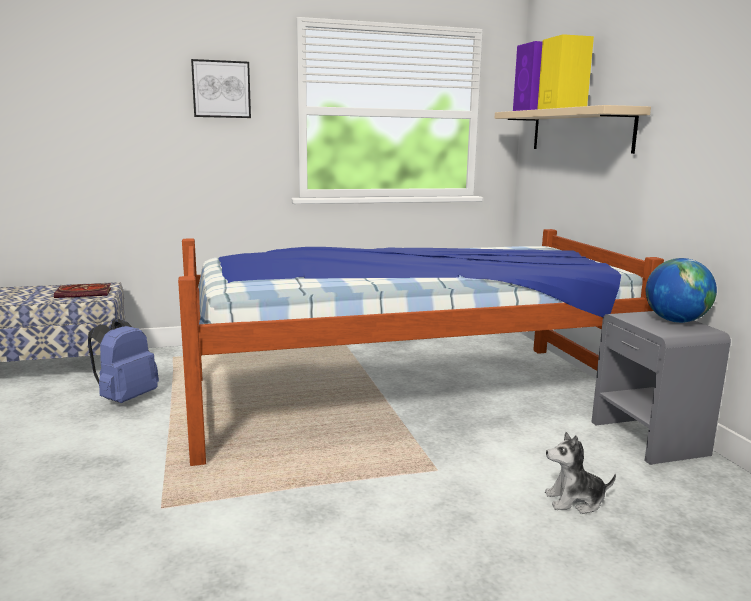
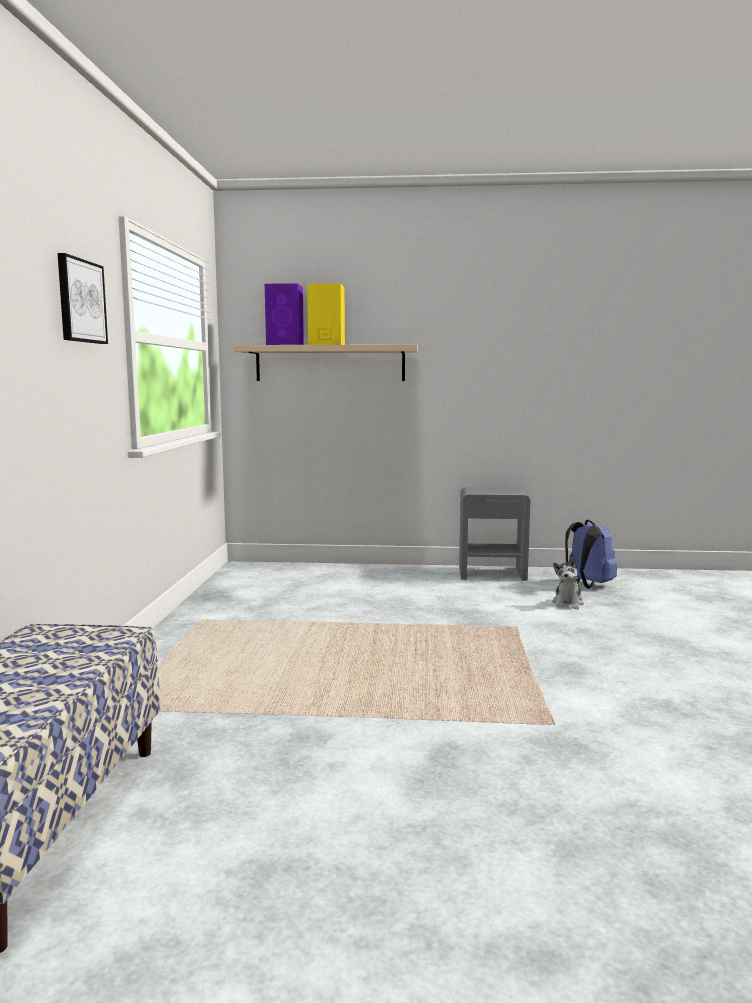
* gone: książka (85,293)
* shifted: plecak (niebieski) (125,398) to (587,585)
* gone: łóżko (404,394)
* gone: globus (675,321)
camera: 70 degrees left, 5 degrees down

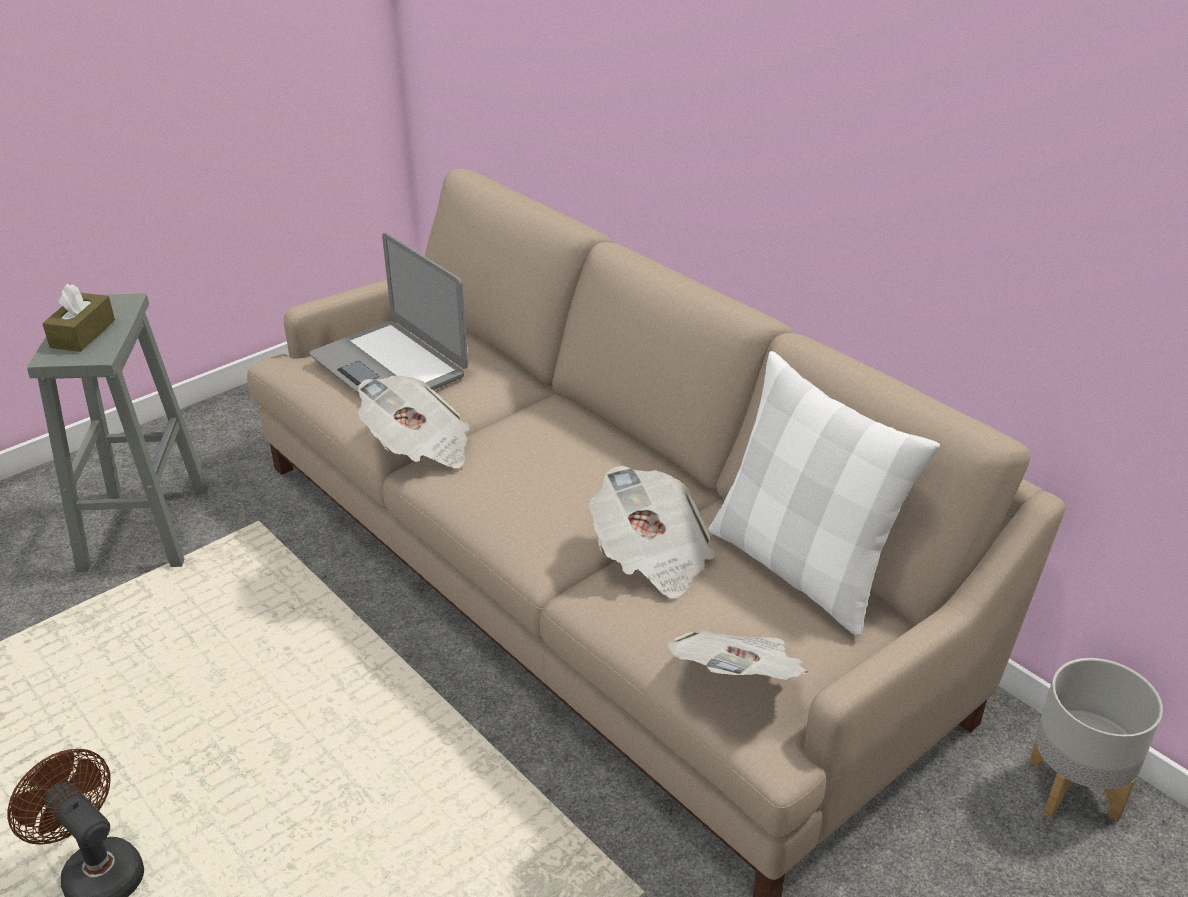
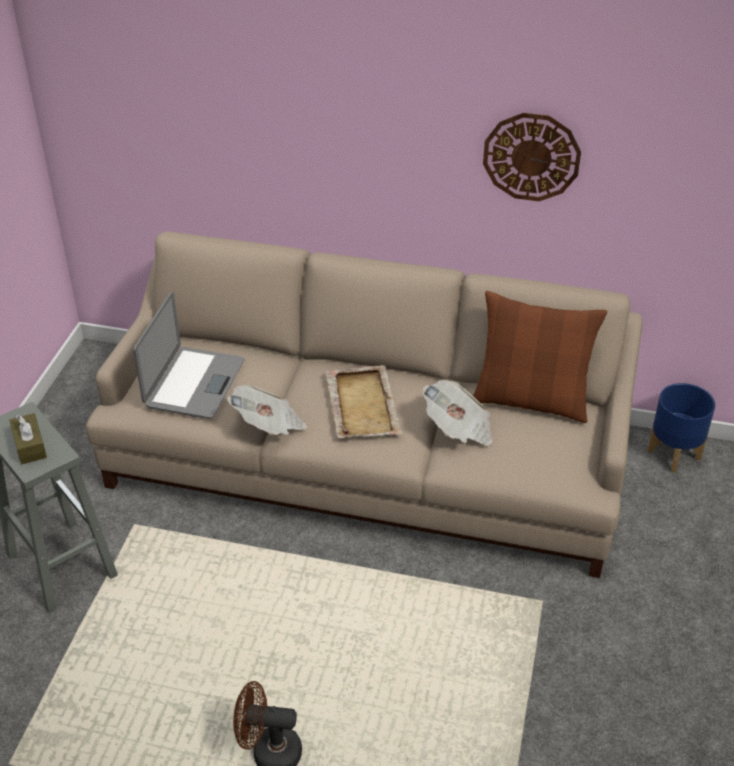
* rotated: laptop (390,366) = (193,383) 90 degrees counterclockwise
* gone: gazeta (738,679)
* repainted: poduszka (biały) (801,568) to poduszka (brązowy) (531,401)
* repainted: donica (szary) (1074,788) to donica (niebieski) (674,454)
* new: taca (beżowy) (362,404)
* new: zegar ścienny (531,157)
camera: 35 degrees left, 5 degrees up

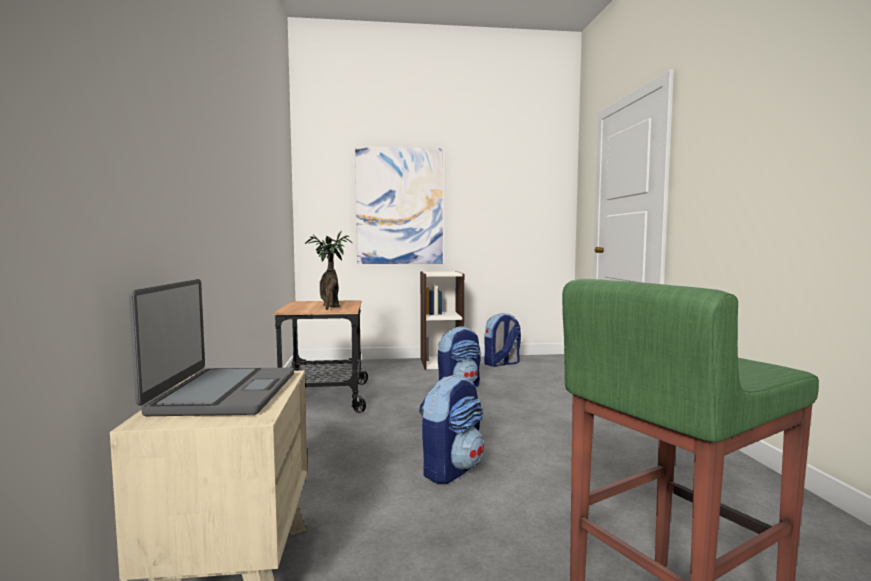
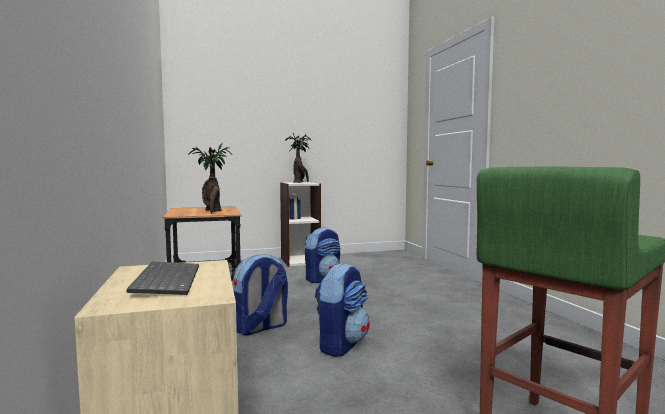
* swapped: laptop (224,393) to klawiatura (165,280)
* gone: obraz (399,206)
* shifted: plecak (501,364) to (260,328)
* new: roślina doniczkowa (300,182)
camera: 10 degrees left, 0 degrees up

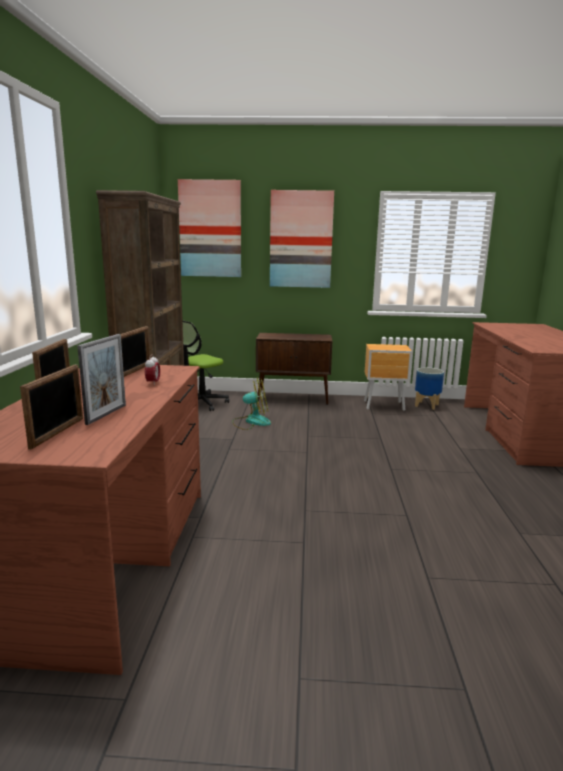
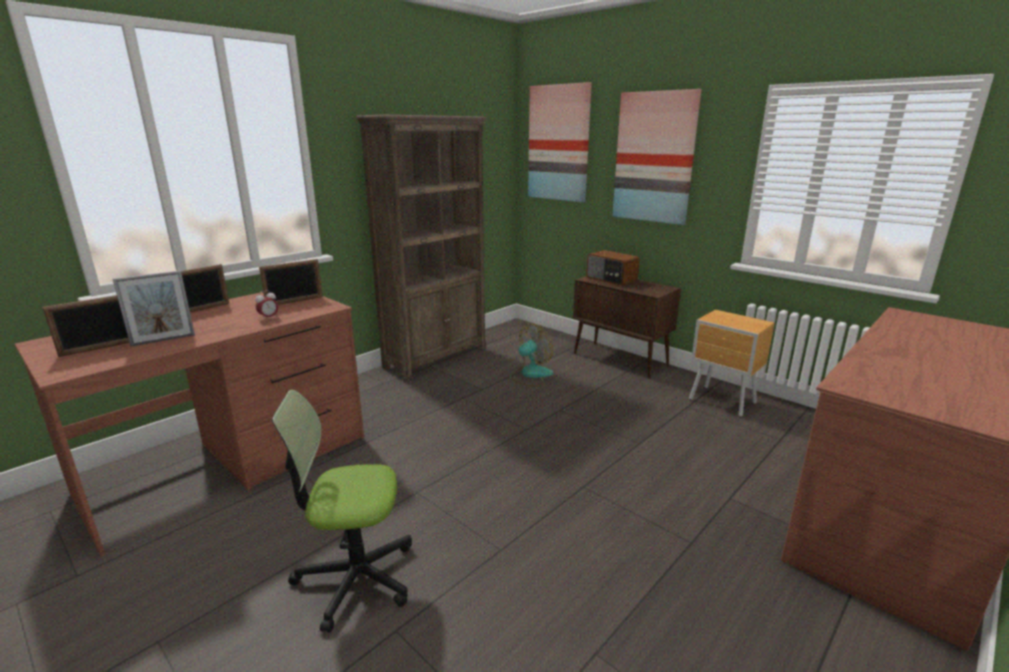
* shifted: krzesło biurowe (201,403) to (355,577)
* rotated: wentylator (251,421) = (530,375) 75 degrees counterclockwise
* gone: donica (426,405)
* new: radio (611,279)
camera: 40 degrees right, 5 degrees up

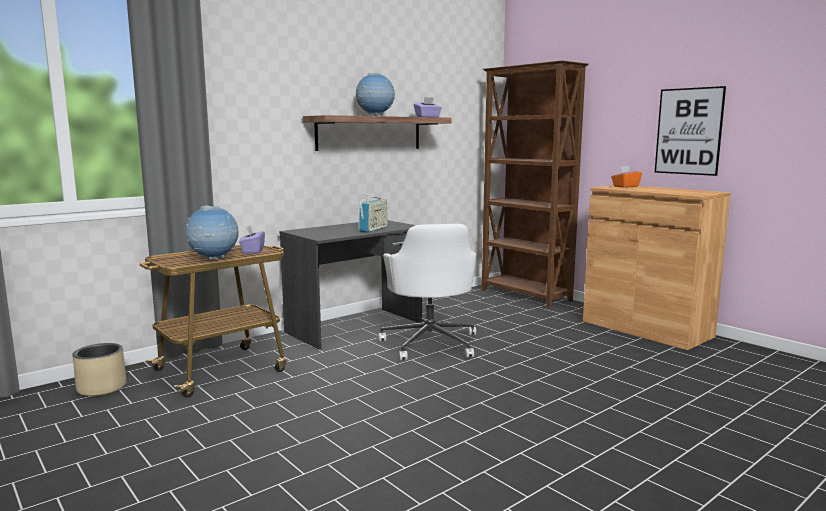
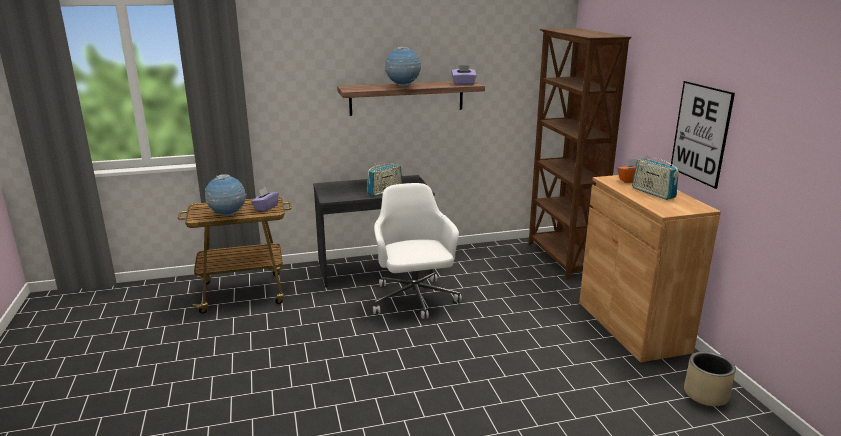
* shifted: donica (beżowy) (101,388) to (705,394)
* rotated: krzesło biurowe (biały) (430,343) = (414,300) 150 degrees clockwise
* new: radio (653,193)
camera: 25 degrees right, 10 degrees up

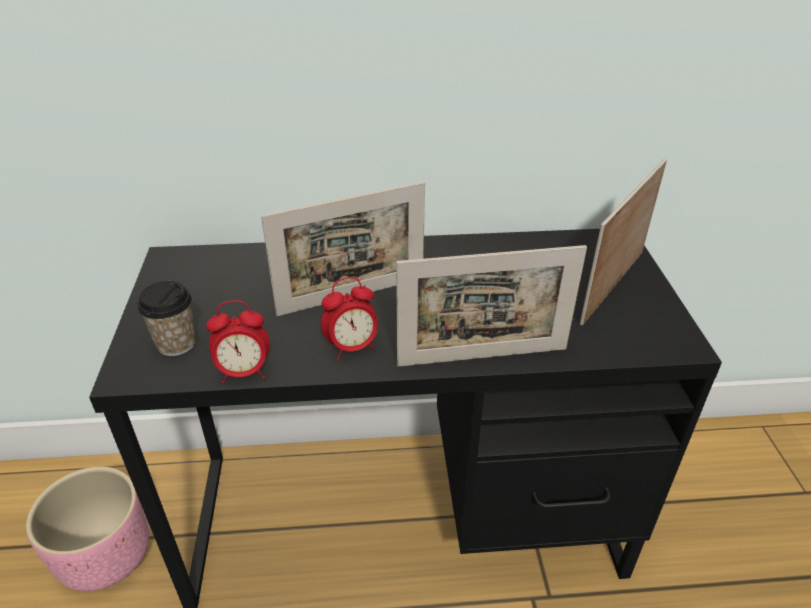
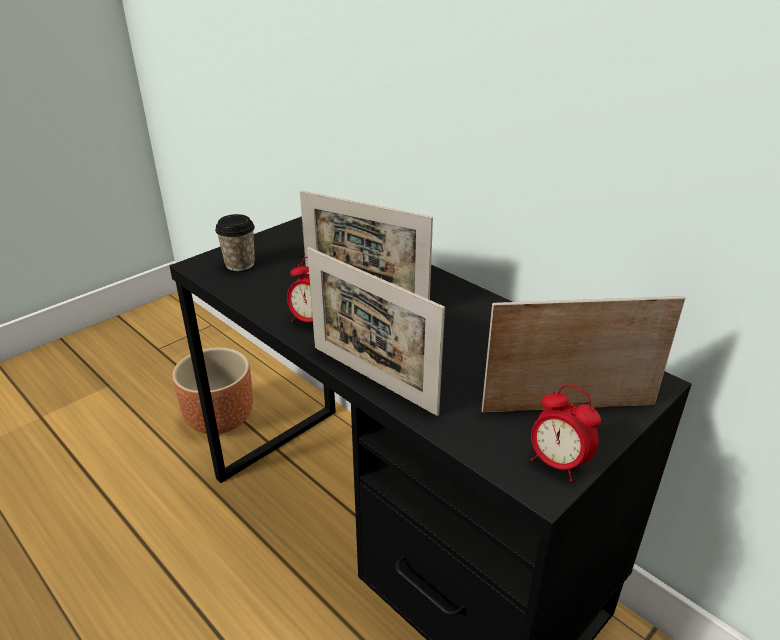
* repainted: donica (różowy) (107,556) to donica (brązowy) (221,418)
* shifted: budzik (244,372) to (557,463)
camera: 50 degrees right, 5 degrees down

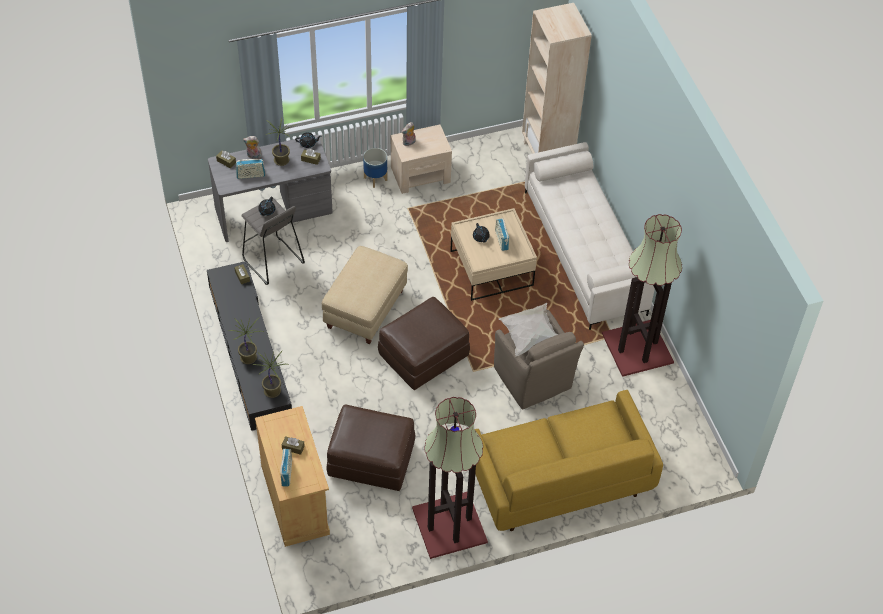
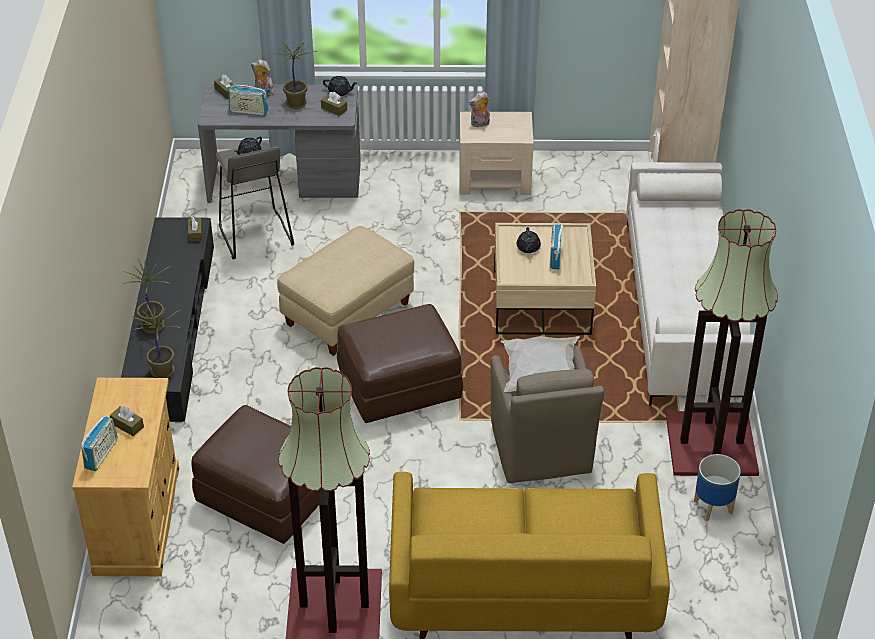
* shifted: donica (375,178) to (713,506)
camera: 20 degrees right, 10 degrees down

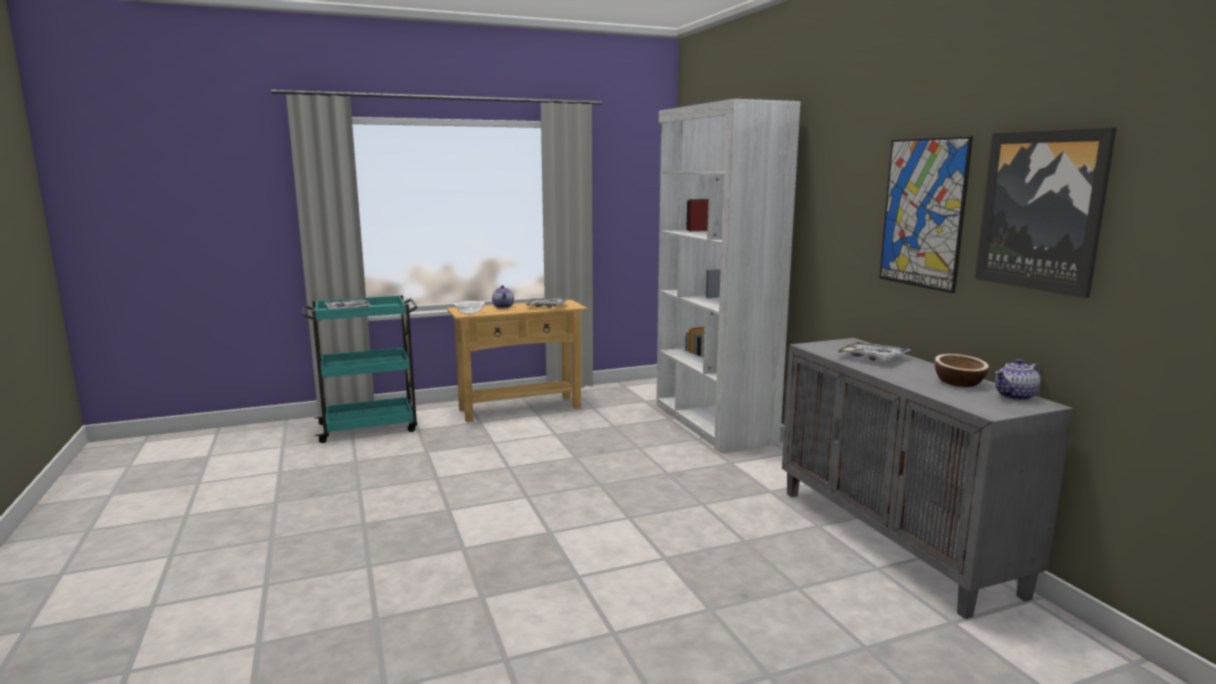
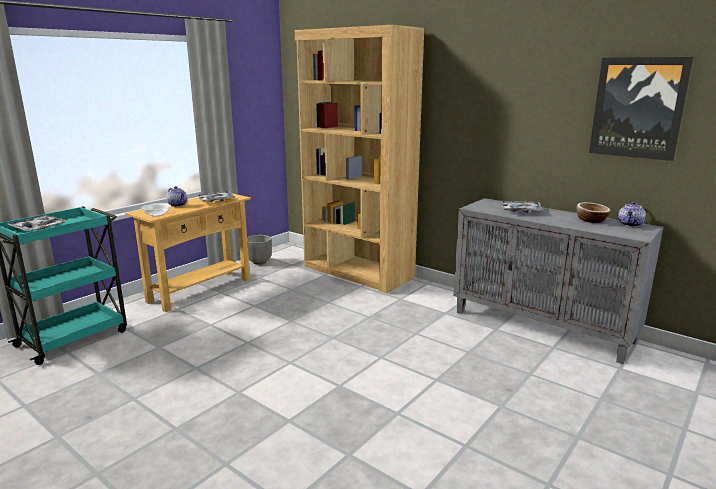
* repainted: regał (biały) (712,423) to regał (brązowy) (357,272)
* gone: obraz (923,213)
* new: donica (260,262)
camera: 30 degrees left, 5 degrees up

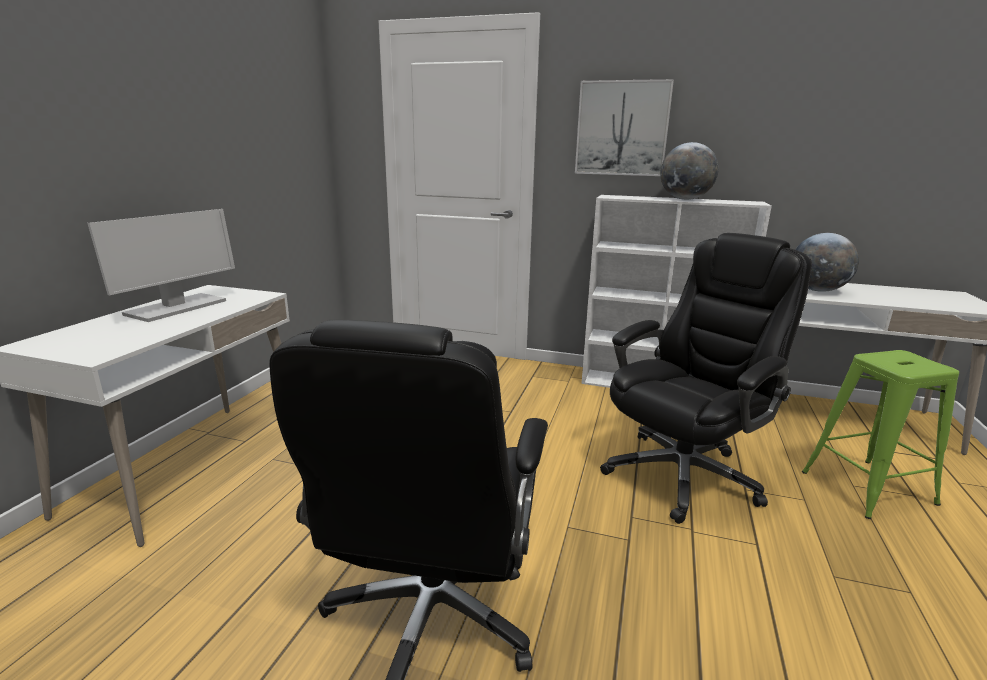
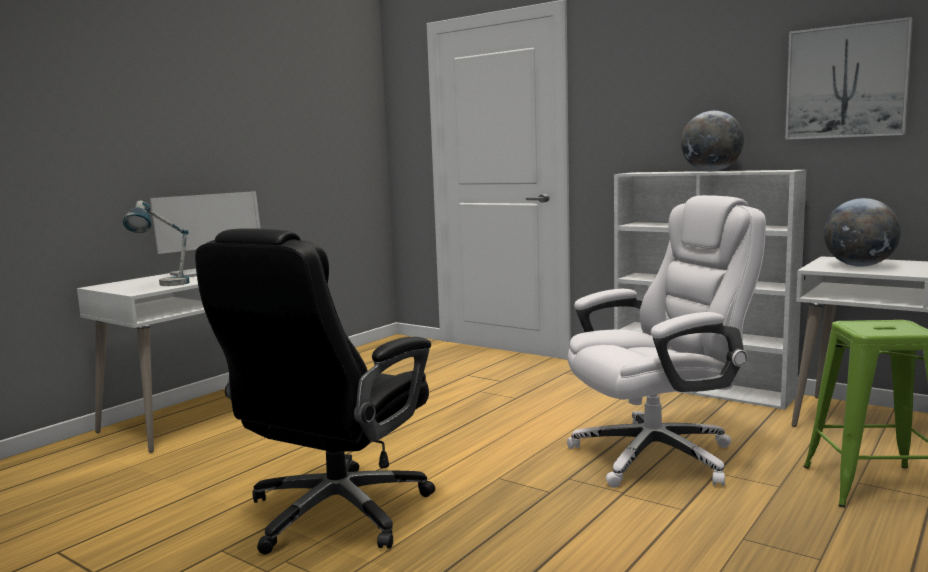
* shifted: obraz (622,129) to (846,82)
* repainted: krzesło biurowe (czarny) (683,474) to krzesło biurowe (biały) (657,456)
* new: lampa stołowa (164,285)
camera: 20 degrees right, 10 degrees down

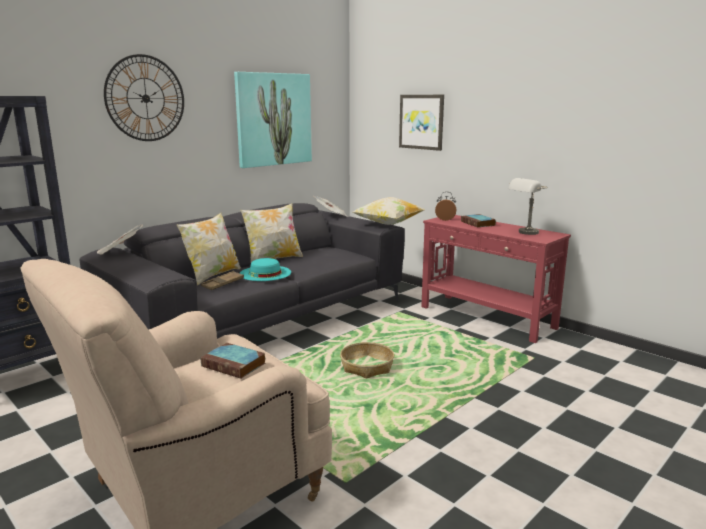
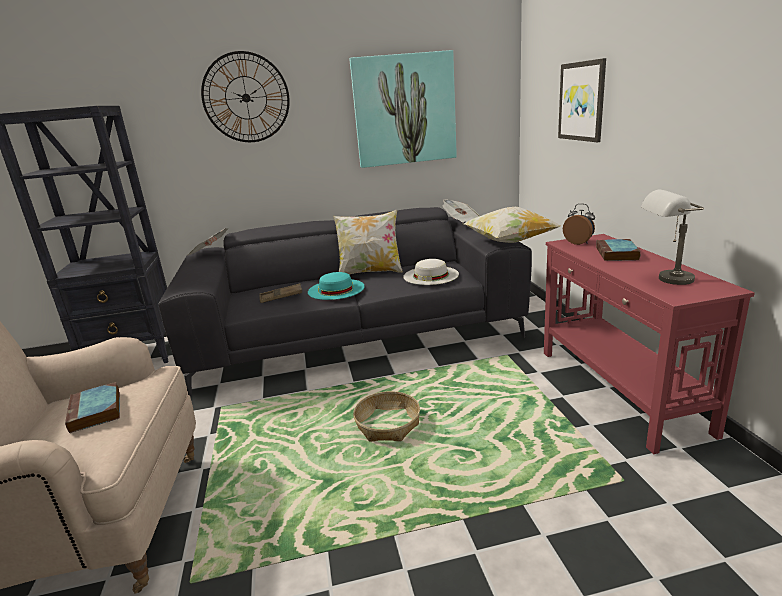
* gone: poduszka (212,275)
* new: kapelusz (biały) (431,275)
camera: 35 degrees right, 5 degrees up

